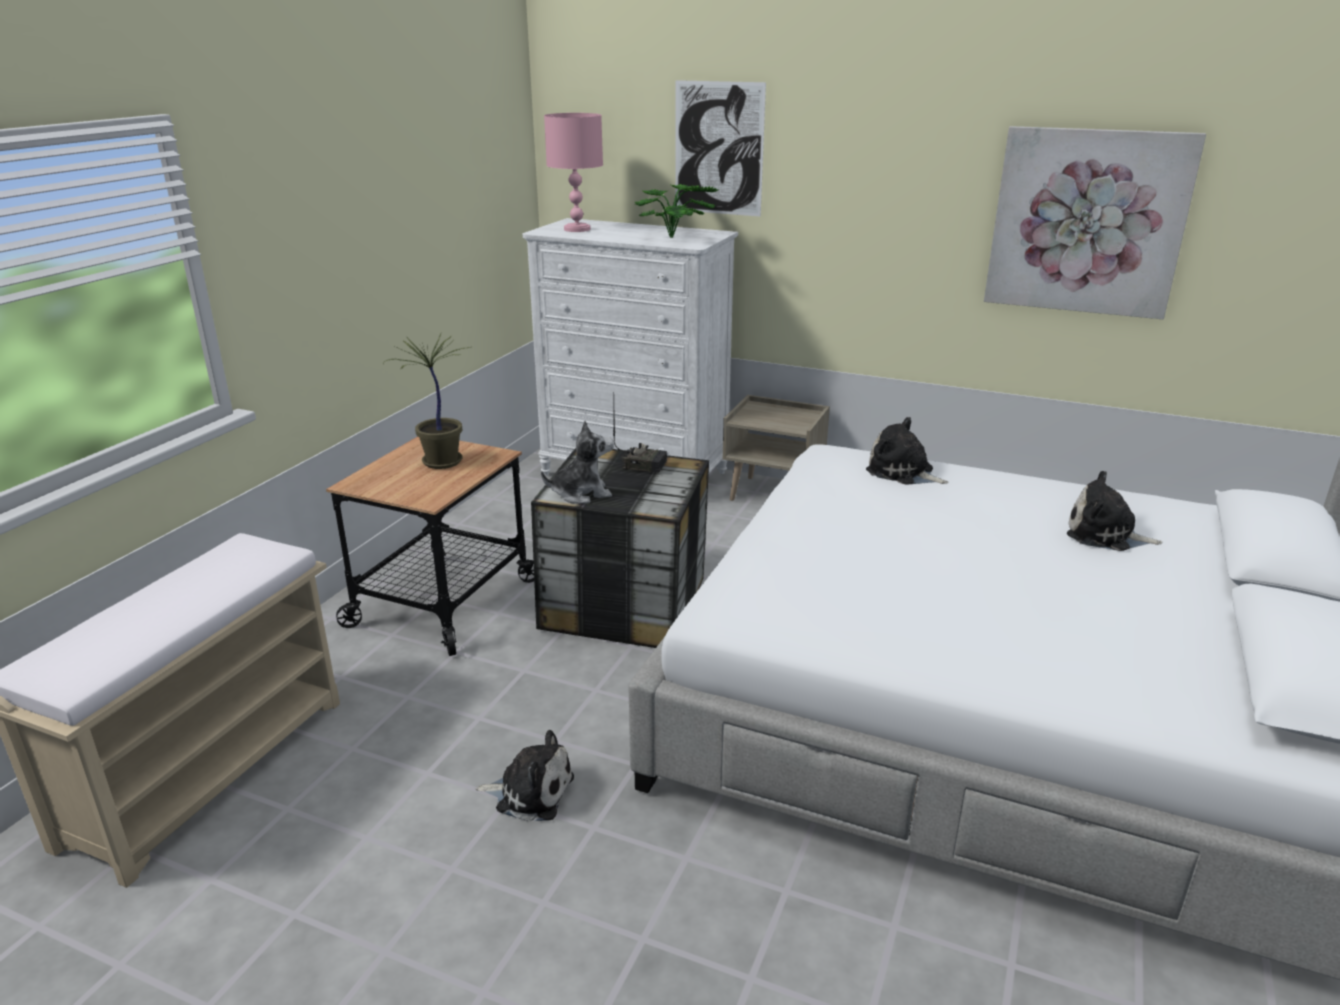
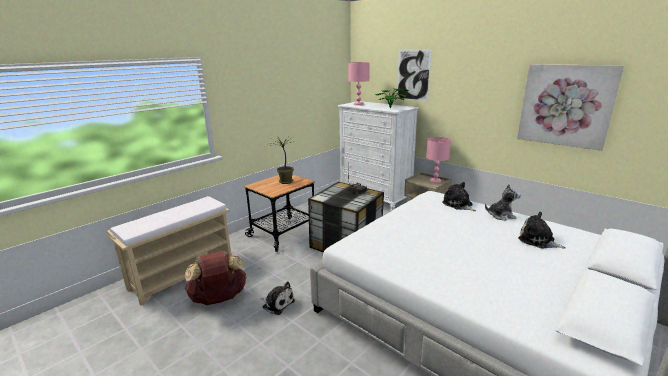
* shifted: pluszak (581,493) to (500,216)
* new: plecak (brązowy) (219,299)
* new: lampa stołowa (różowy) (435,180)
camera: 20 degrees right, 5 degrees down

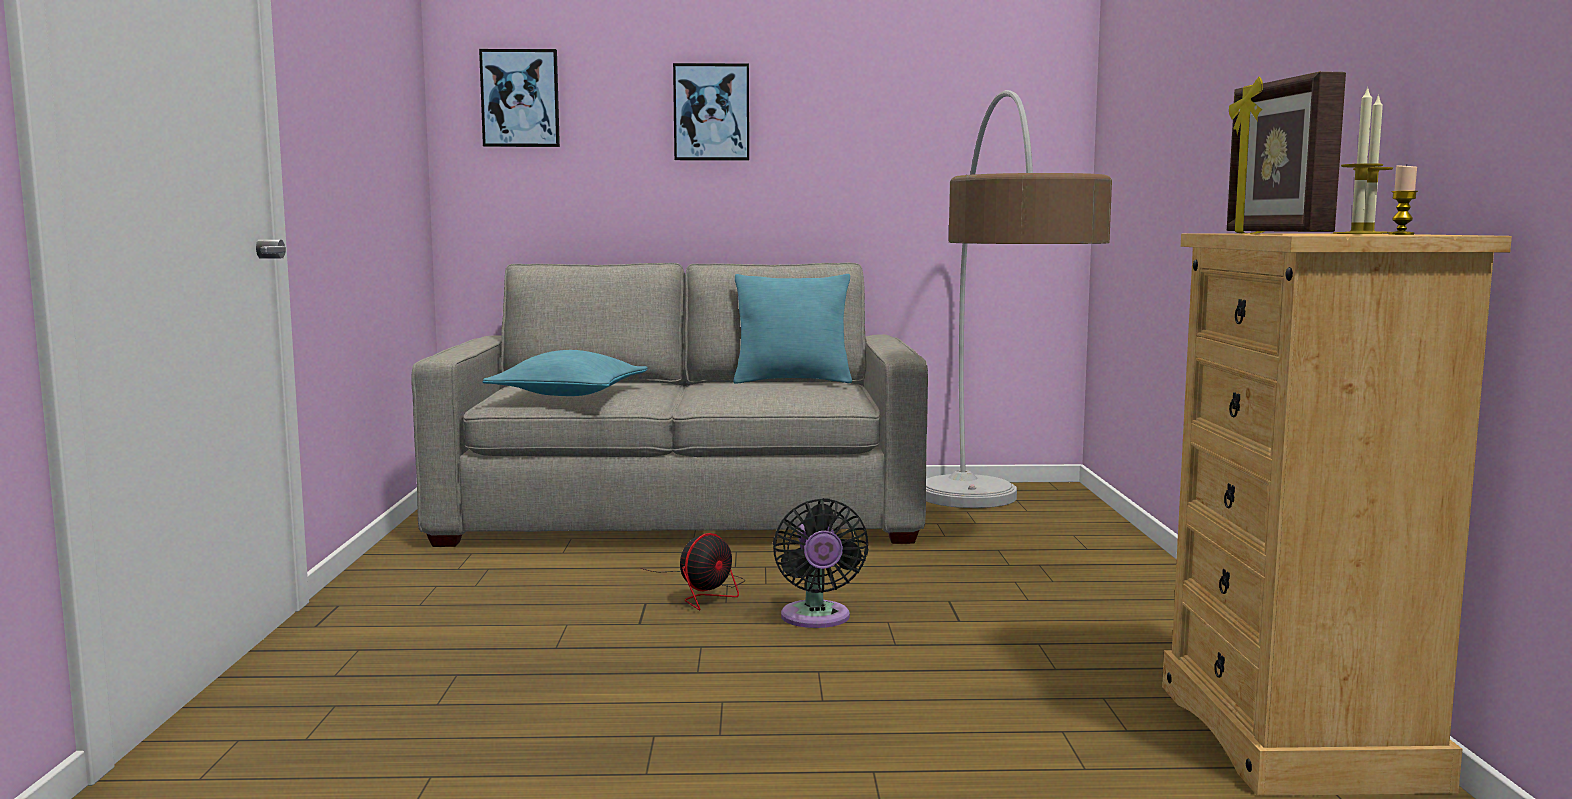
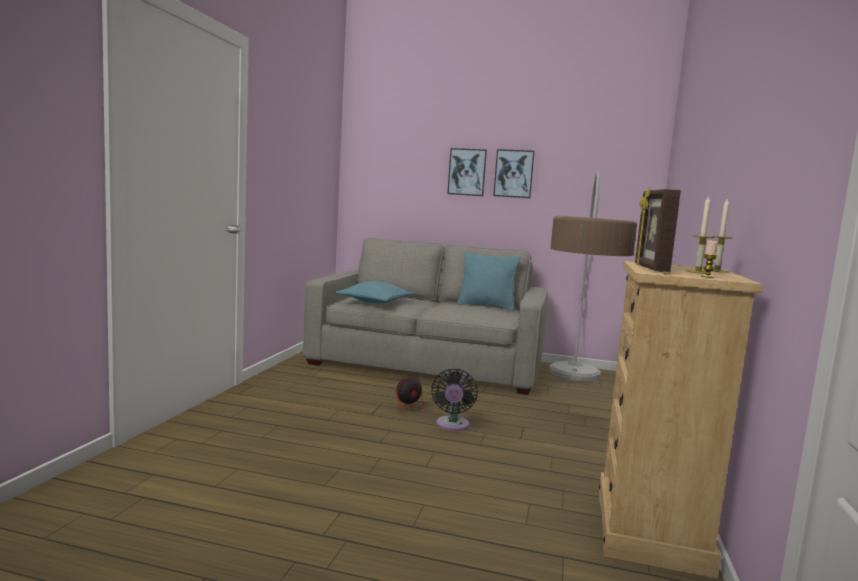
* shifted: obraz (520,98) to (513,173)
camera: 15 degrees right, 0 degrees up

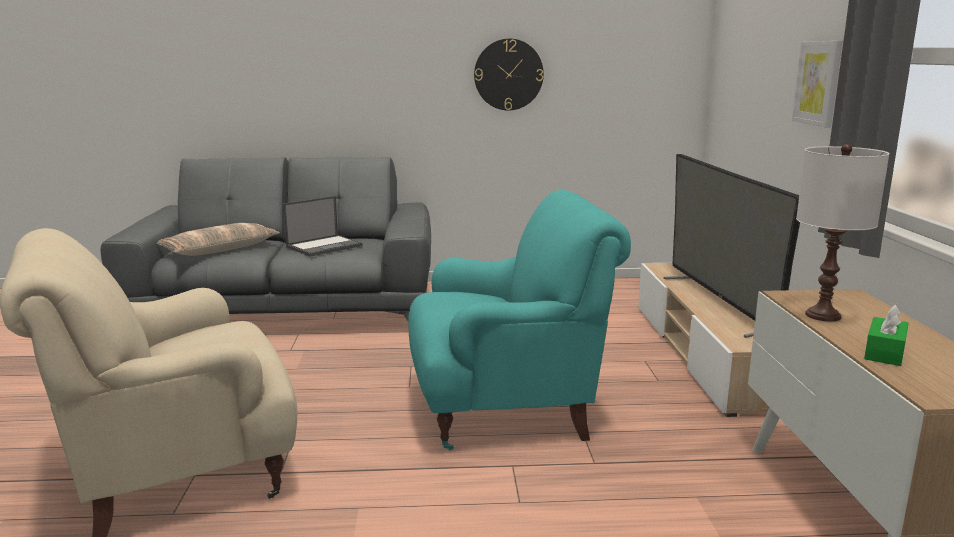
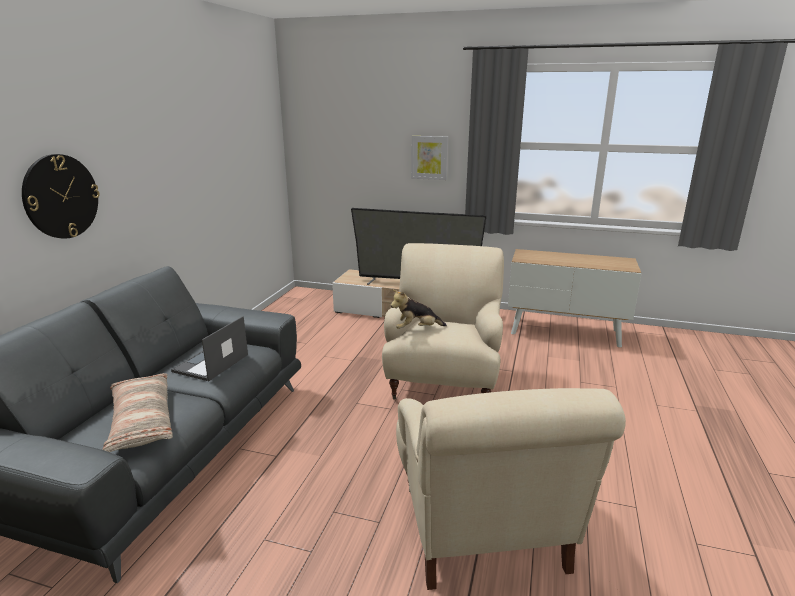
* rotated: laptop (324,246) = (210,363) 135 degrees counterclockwise
* repainted: fotel (turkusowy) (506,410) to fotel (beżowy) (444,381)
* shifted: zegar ścienny (508,74) to (61,196)
* gone: lampa stołowa (biały) (823,315)
* gone: pudełko chusteczek (zielony) (884,352)
* new: pluszak (416,329)
camera: 70 degrees left, 5 degrees up

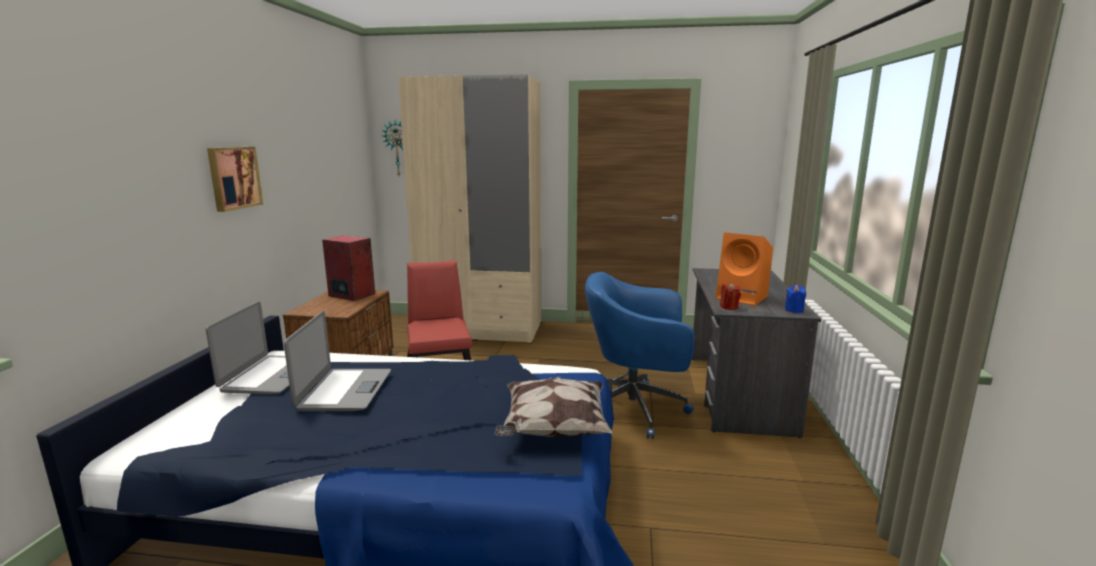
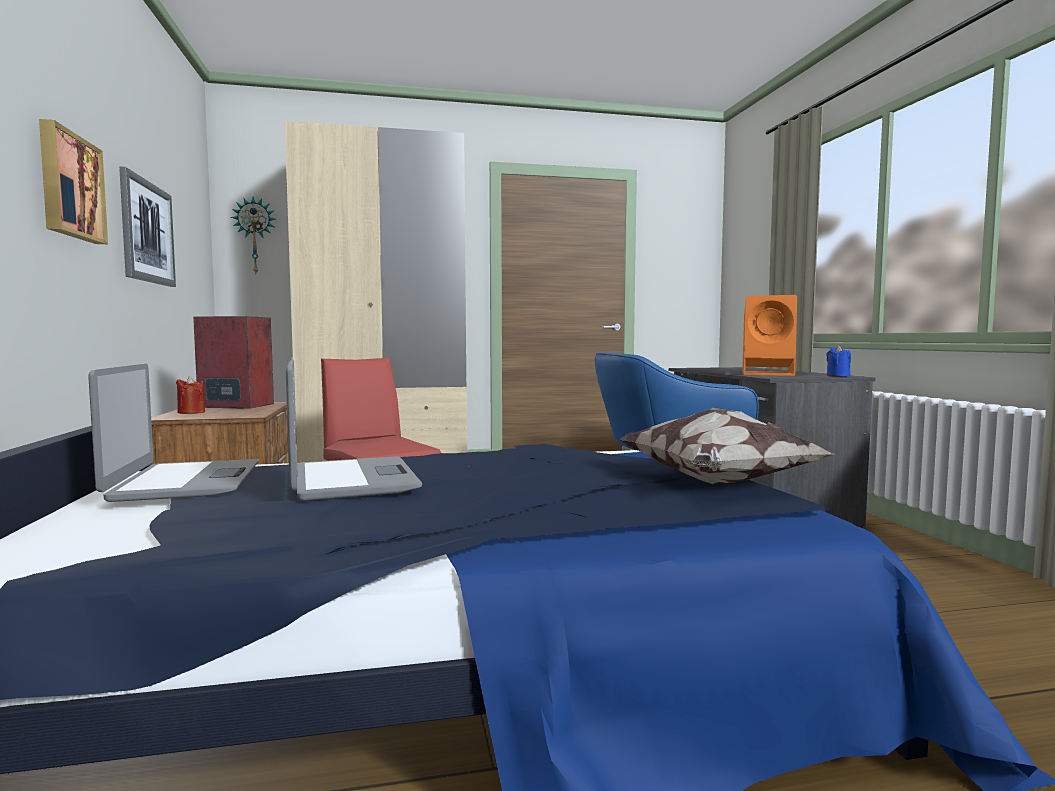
* shifted: świeca (czerwony) (729,307) to (191,412)
* new: obraz (147,232)
camera: 20 degrees left, 10 degrees down

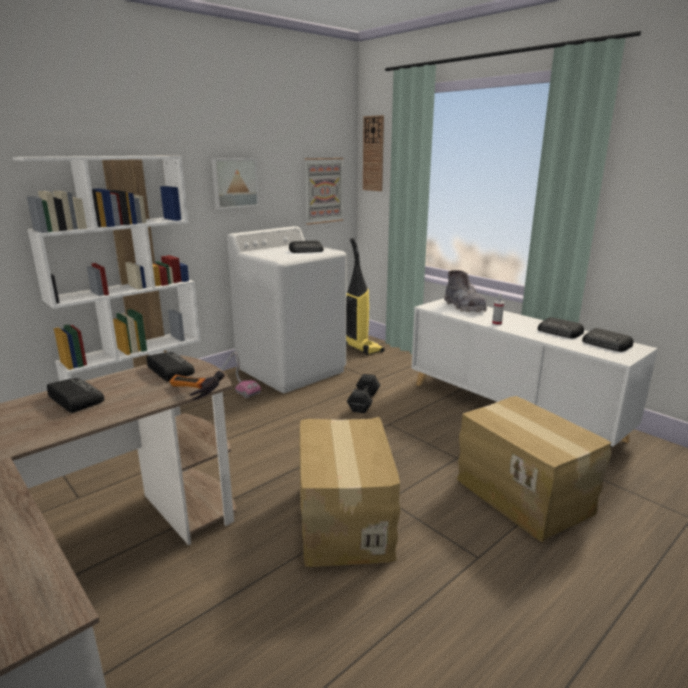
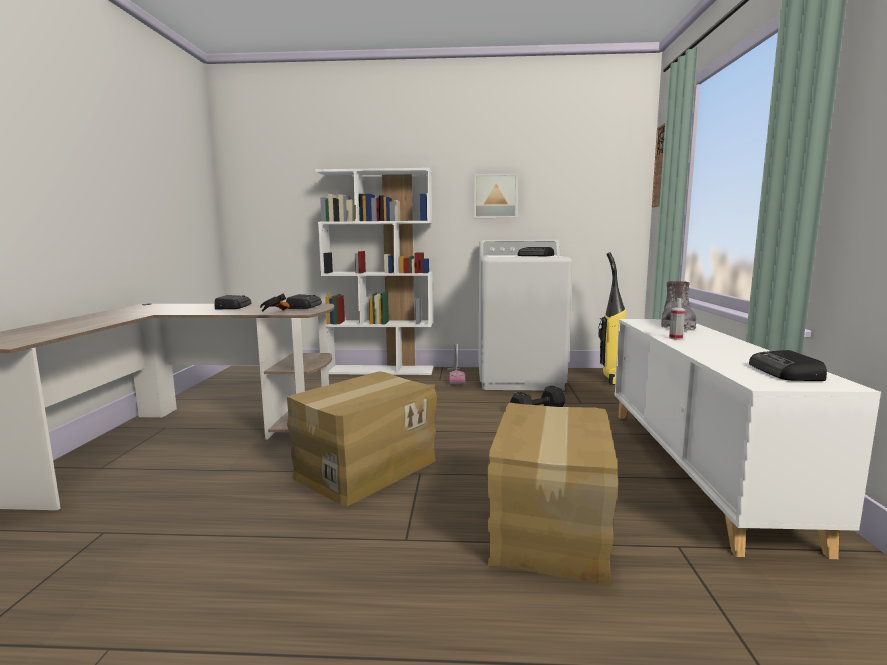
* gone: obraz (323,190)
* gone: radio (560,332)
camera: 45 degrees right, 10 degrees down

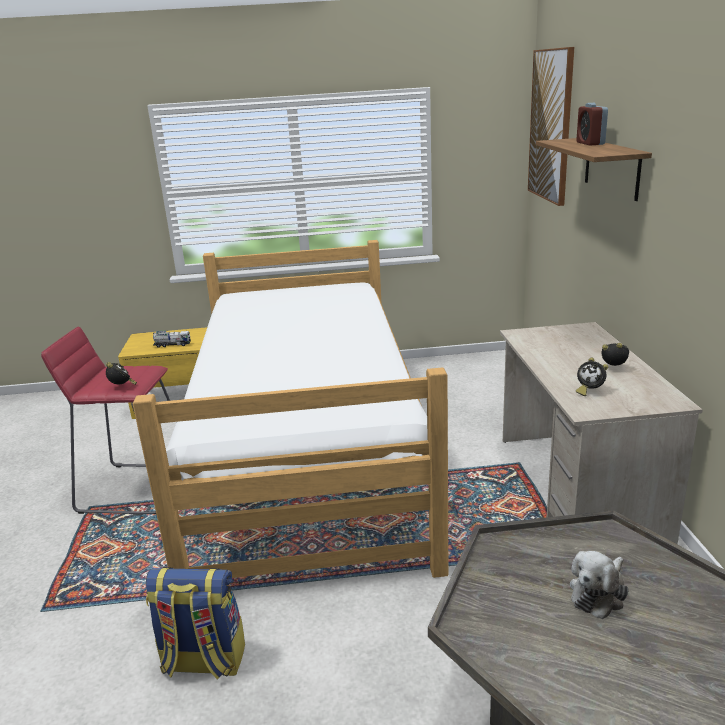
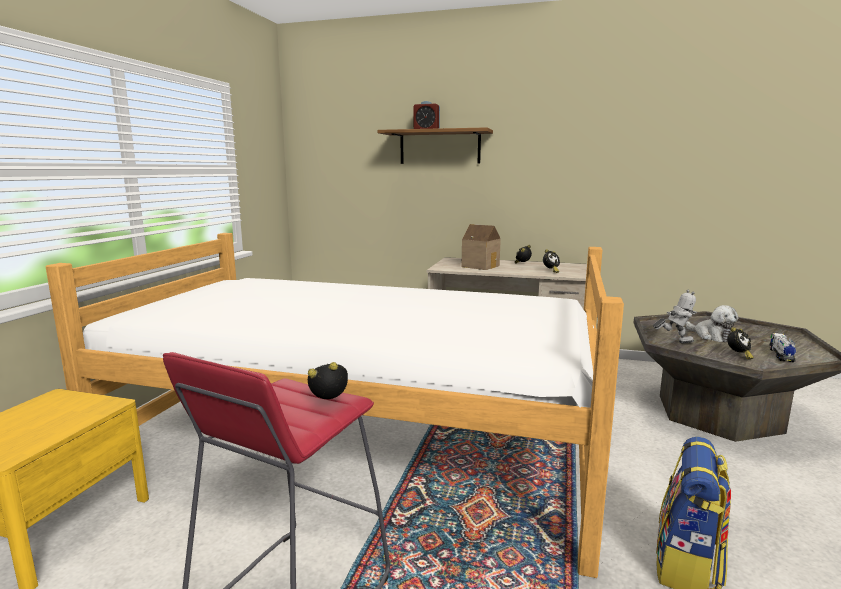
* shifted: ciężarówka zabawkowa (172,345) to (781,355)
* gone: obraz (551,126)
* new: domek (481,266)
* new: robot zabawkowy (674,341)
* new: budzik (738,355)
camera: 70 degrees left, 10 degrees down

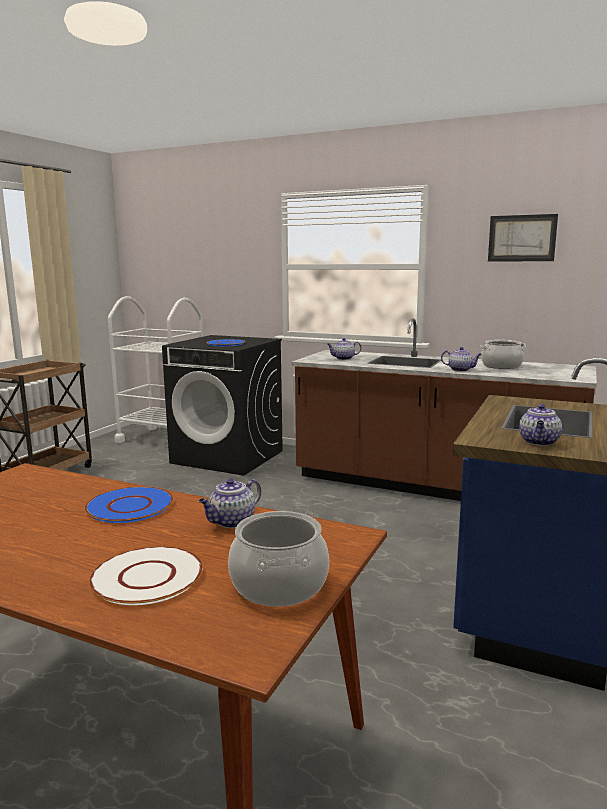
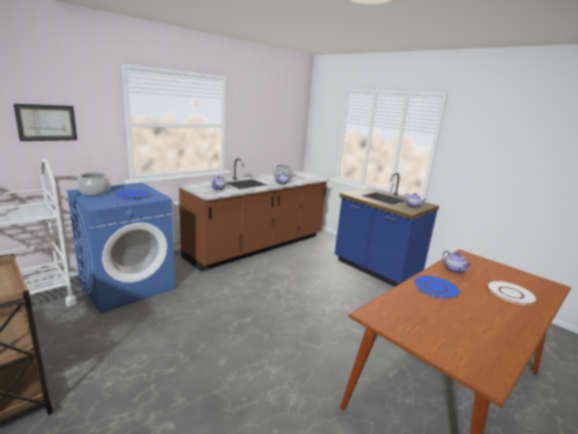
* repainted: pralka (czarny) (228,457) to pralka (niebieski) (127,286)
* shifted: garnek (280,584) to (95,192)
* shifted: obraz (522,238) to (47,122)
camera: 70 degrees left, 5 degrees up

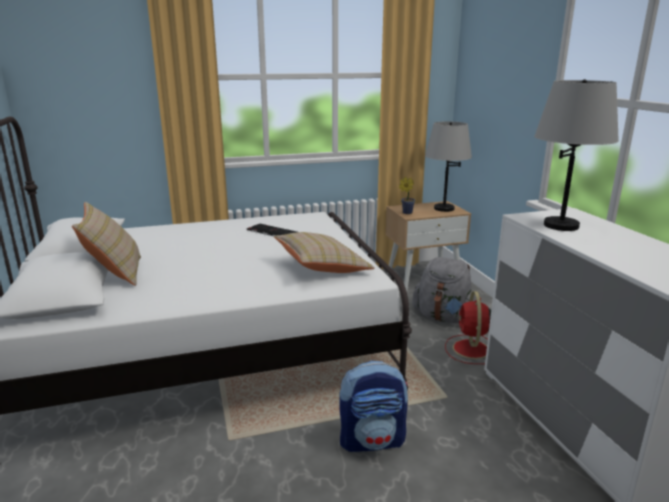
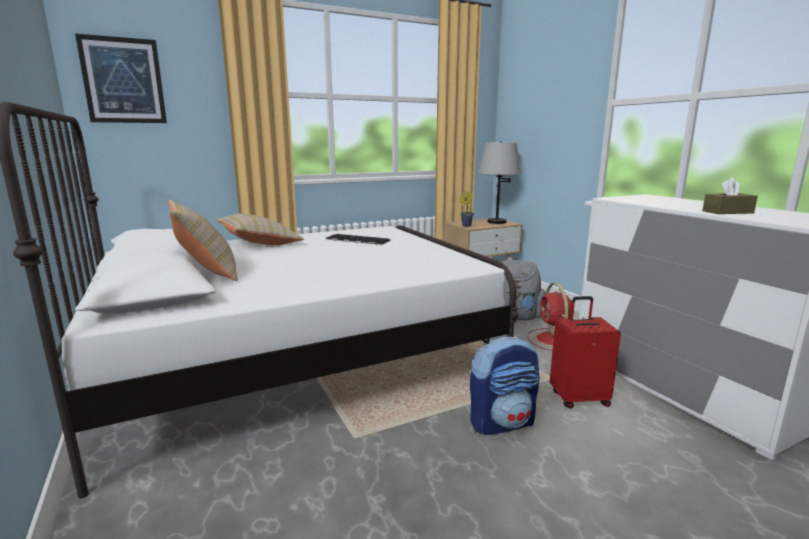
* shifted: poduszka (beżowy) (322,268) to (260,243)
* gone: lampa stołowa (szary) (561,225)
* new: obraz (123,81)
* new: walizka (czerwony) (578,398)
* new: pudełko chusteczek (brązowy) (727,212)
camera: 10 degrees left, 5 degrees down

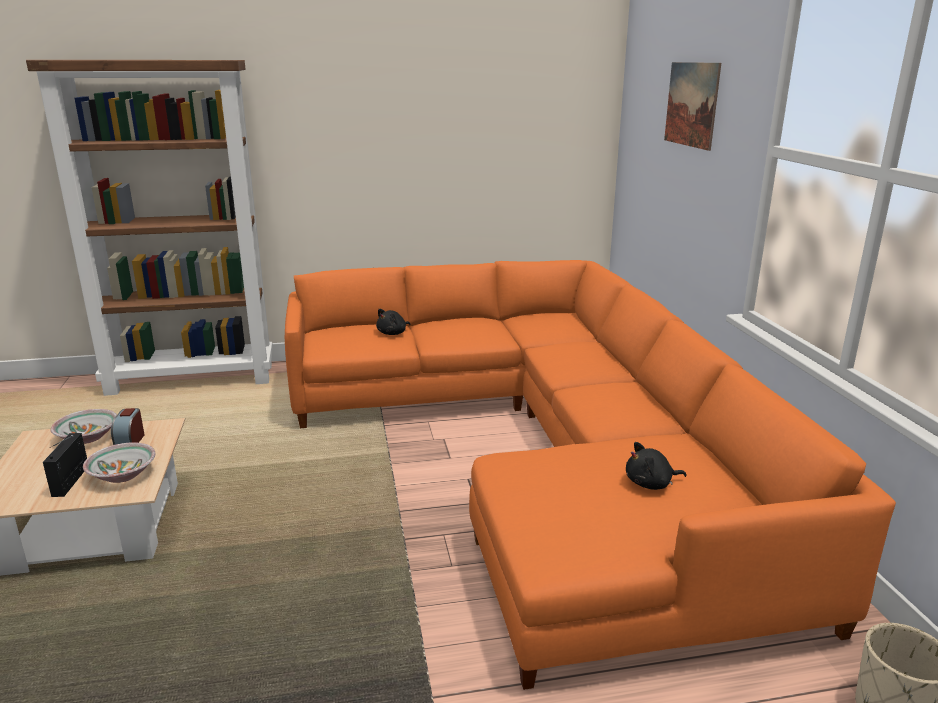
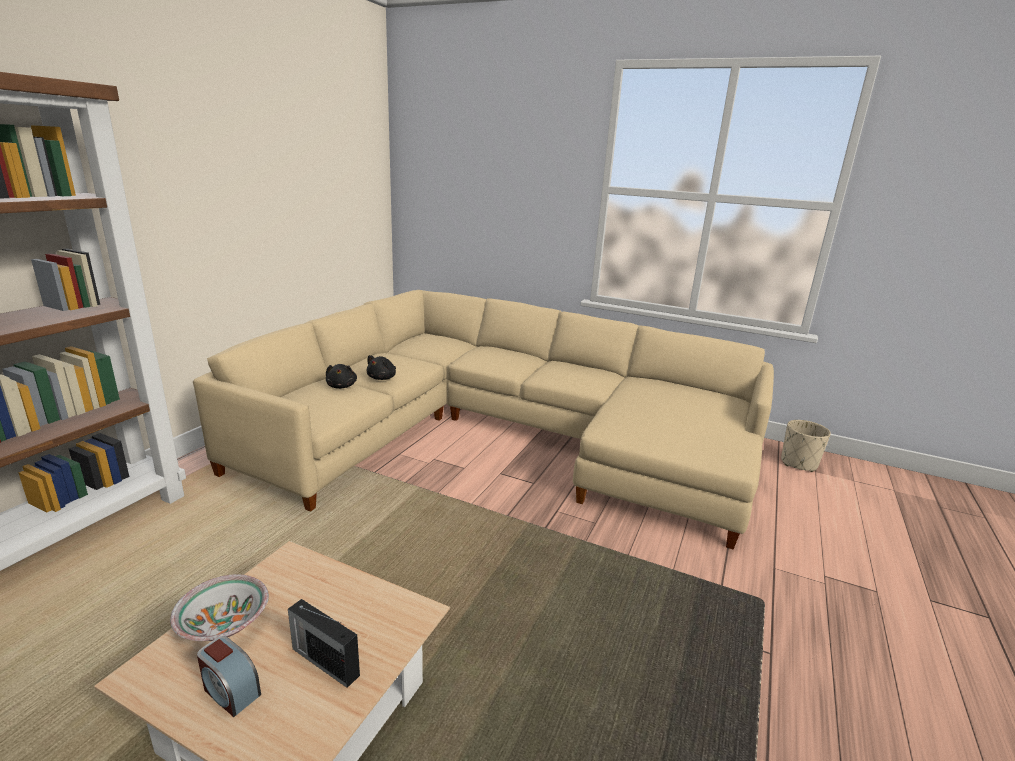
* gone: miska (123,475)
* shifted: budzik (130,441) to (230,691)
* repainted: kanapa (pomarańczowy) (542,452) to kanapa (beżowy) (504,436)
* shifted: pluszak (czarny) (651,484) to (382,378)
* gone: obraz (691,104)
camera: 55 degrees left, 0 degrees up

